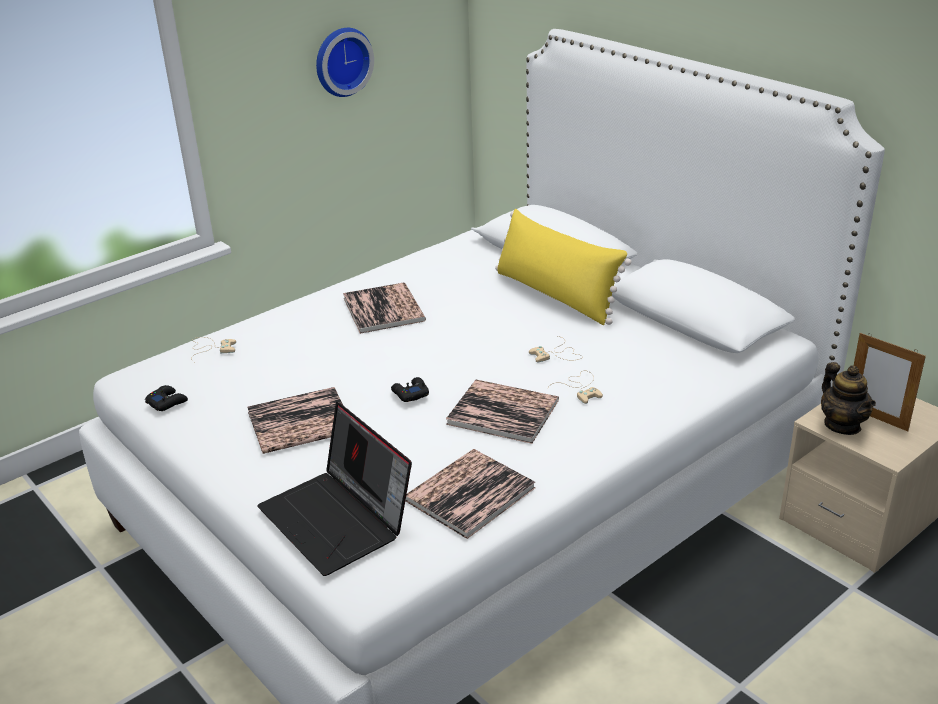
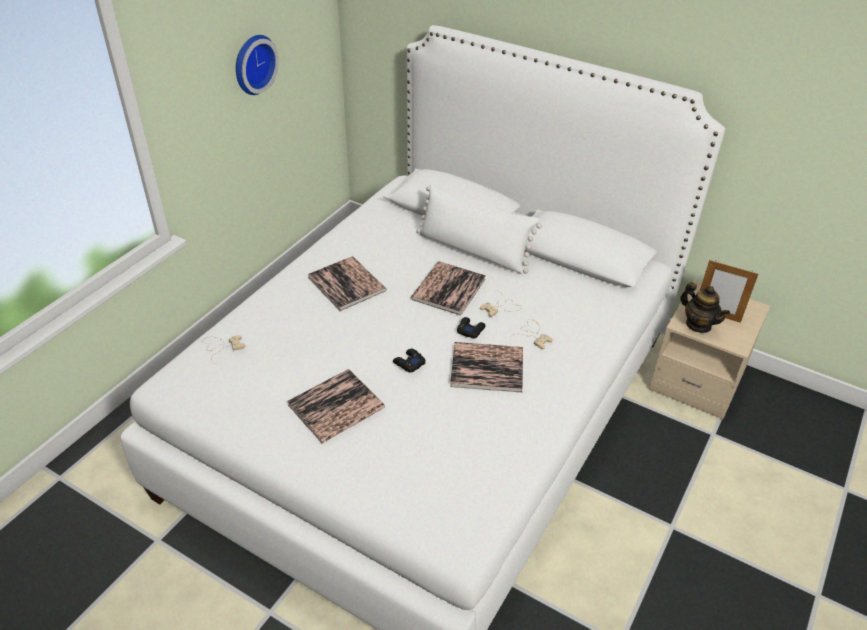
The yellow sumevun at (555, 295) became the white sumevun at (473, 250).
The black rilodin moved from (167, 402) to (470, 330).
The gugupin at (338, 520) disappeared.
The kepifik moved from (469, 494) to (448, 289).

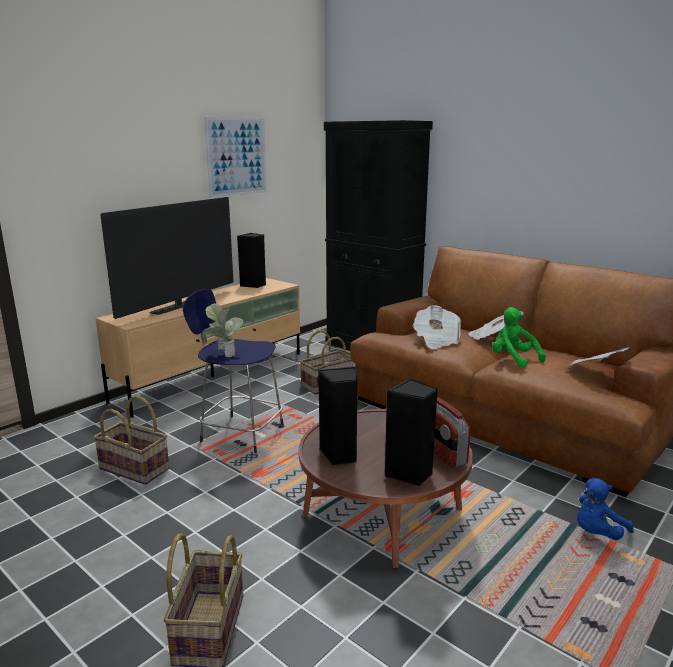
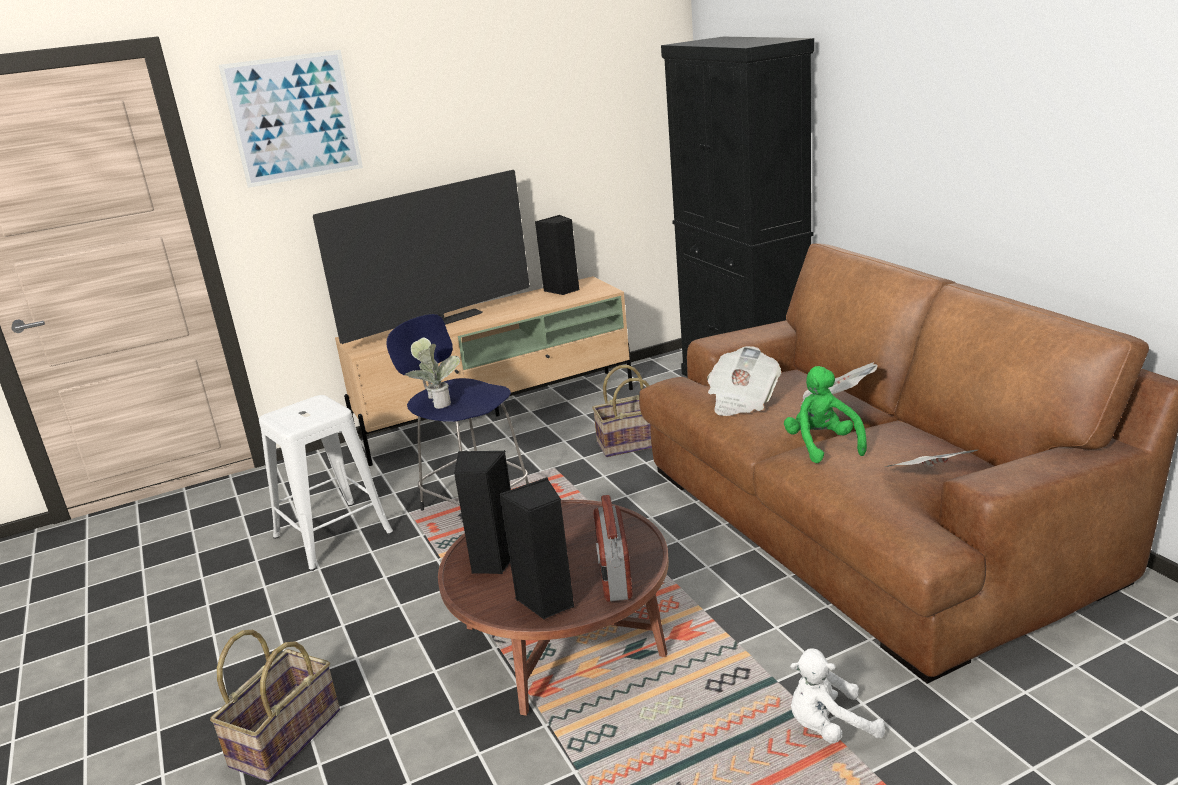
The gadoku moved from (237, 156) to (293, 118).
The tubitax at (135, 468) was replaced by the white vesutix at (333, 535).
The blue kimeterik at (597, 533) became the white kimeterik at (829, 727).

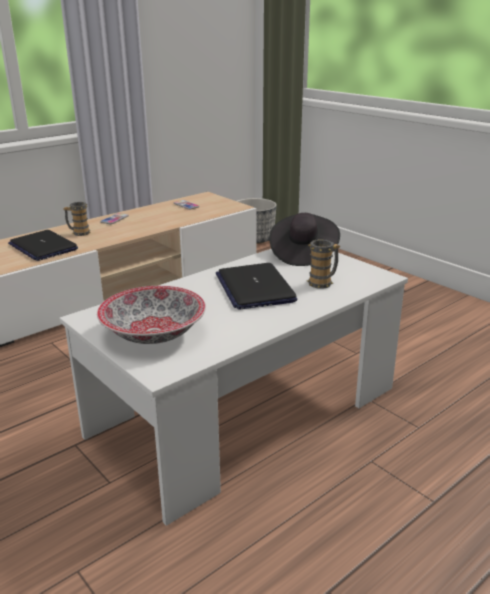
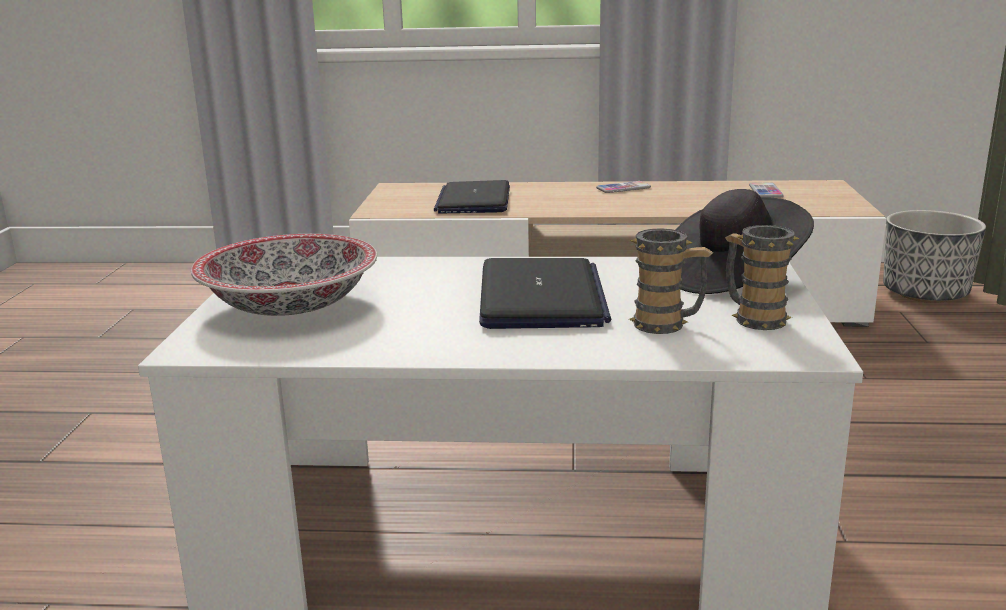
The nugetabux moved from (78, 233) to (753, 318).
The gugupin at (254, 287) turned 150 degrees clockwise.

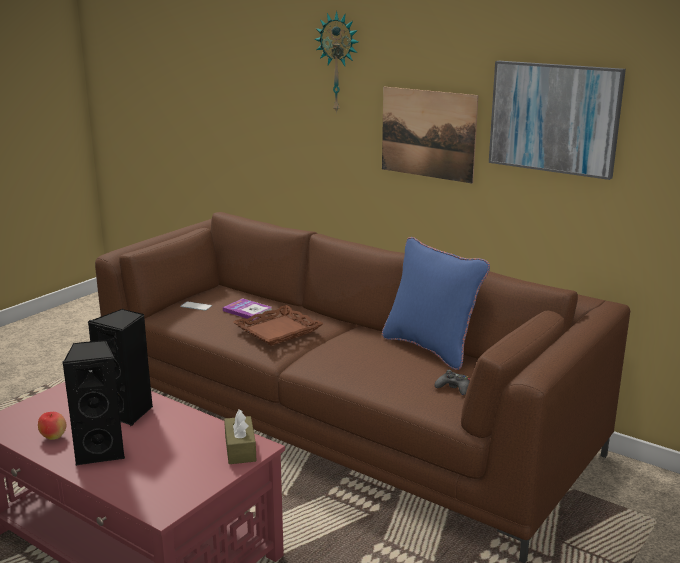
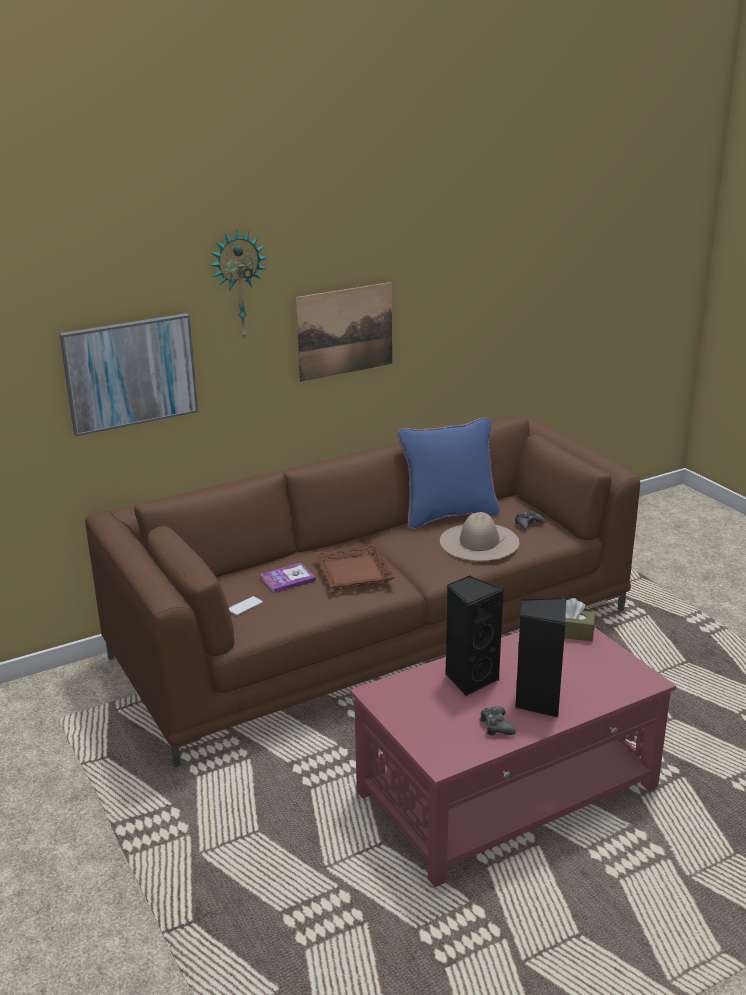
The gadoku moved from (554, 118) to (130, 373).
The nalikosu at (54, 437) was replaced by the black rilodin at (496, 726).
The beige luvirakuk at (479, 541) appeared.

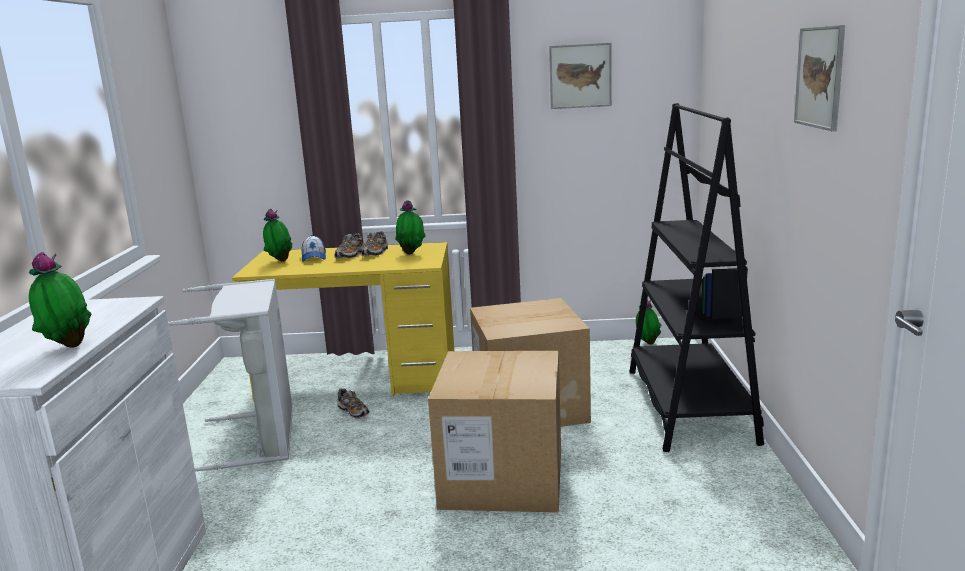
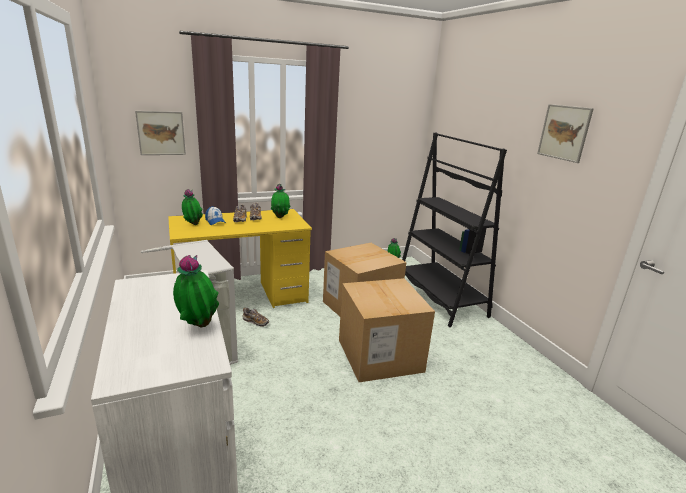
The gadoku moved from (580, 76) to (161, 133).

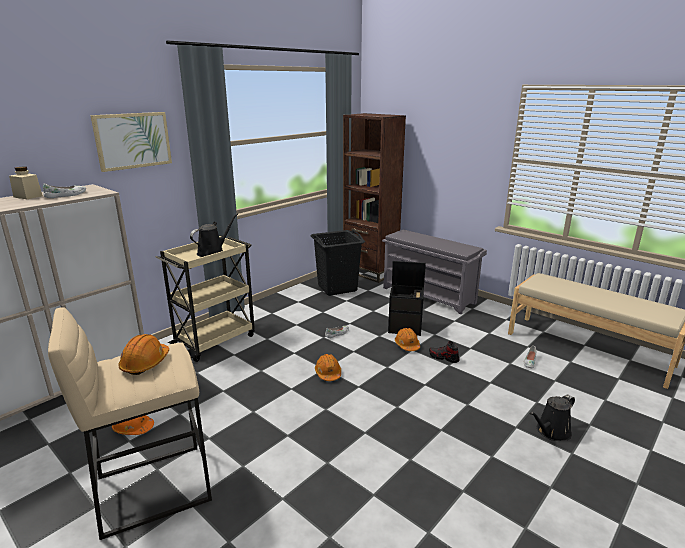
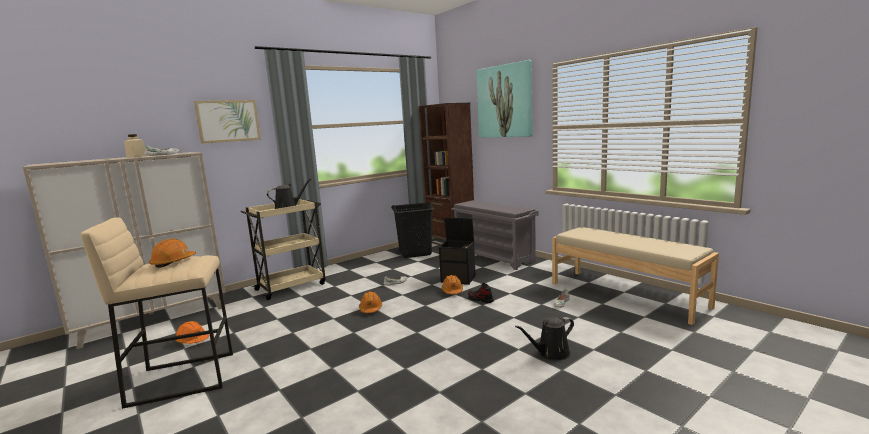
The gadoku at (505, 101) appeared.

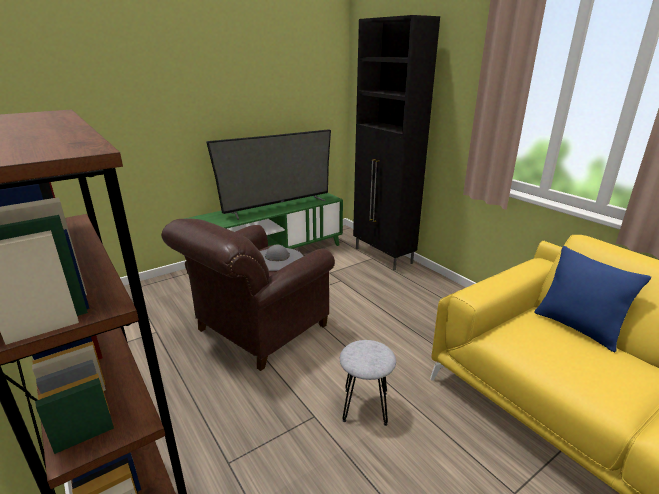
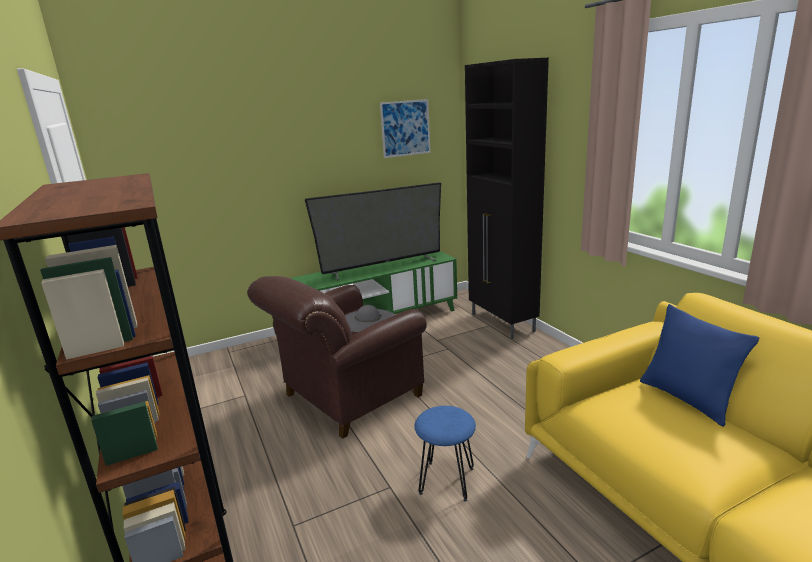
The grey vesutix at (364, 406) became the blue vesutix at (446, 480).
The gadoku at (405, 128) appeared.

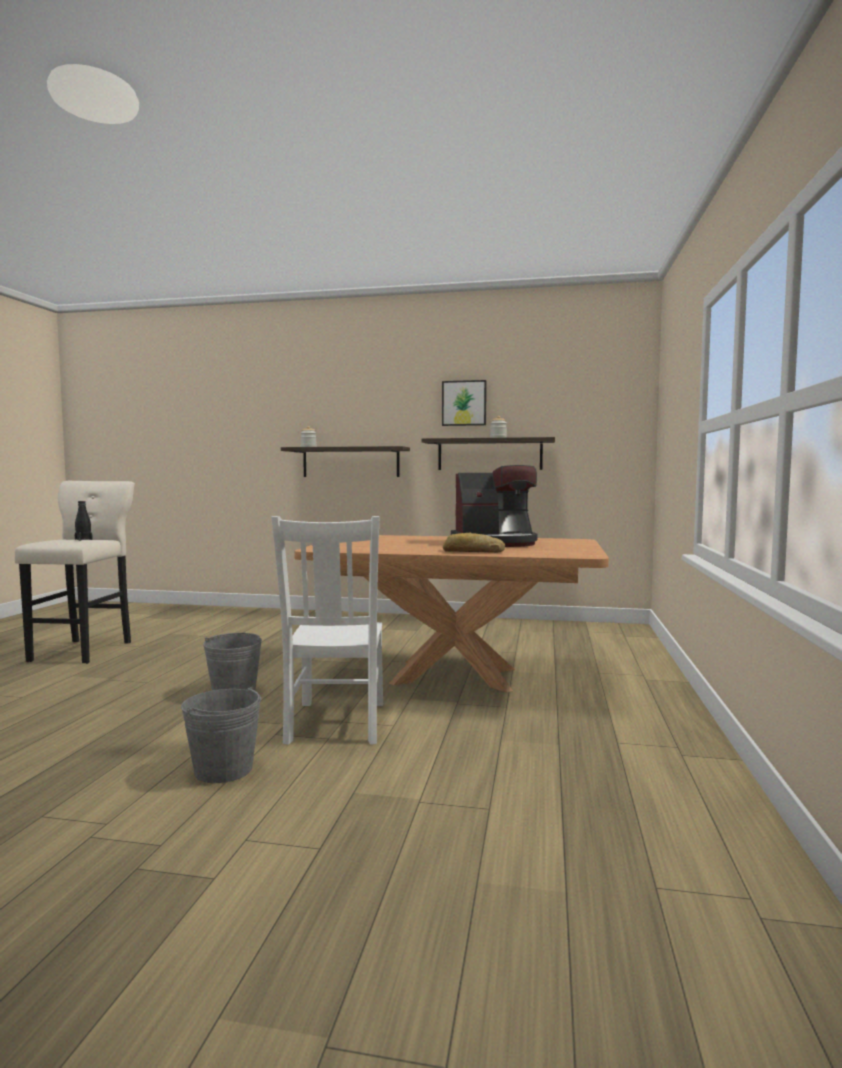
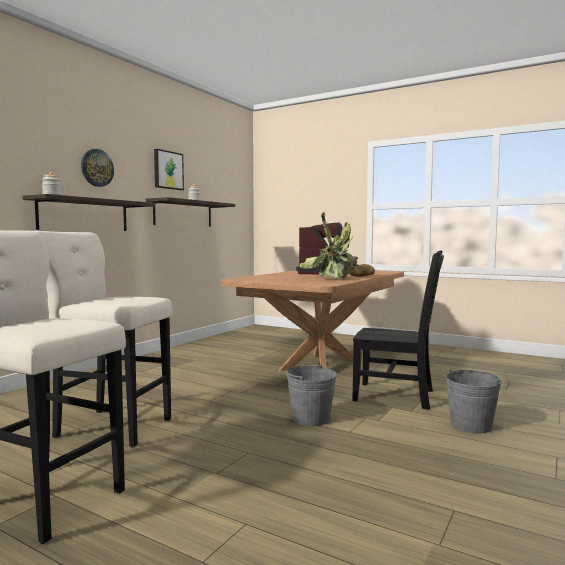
The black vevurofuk at (83, 539) disappeared.
The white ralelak at (335, 724) became the black ralelak at (397, 396).
The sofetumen at (97, 168) appeared.
The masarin at (331, 278) appeared.
The beige vesutix at (109, 427) appeared.

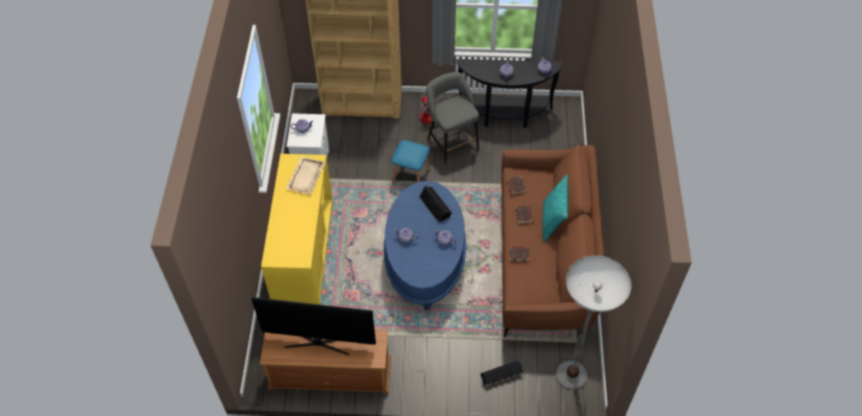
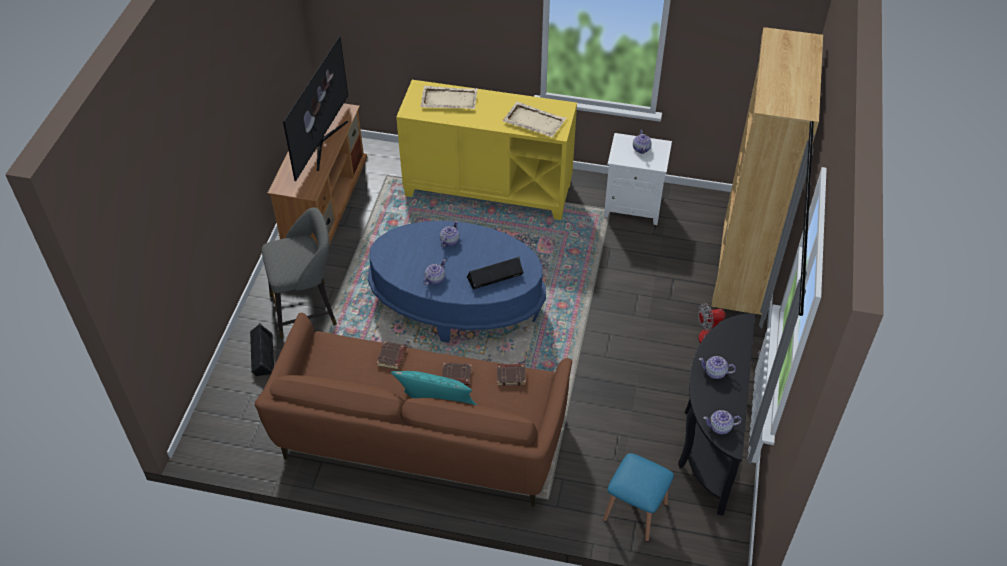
The grey vesutix moved from (451, 142) to (307, 309).
The blue vesutix moved from (411, 176) to (635, 511).
The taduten at (571, 375) disappeared.
The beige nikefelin at (448, 99) appeared.

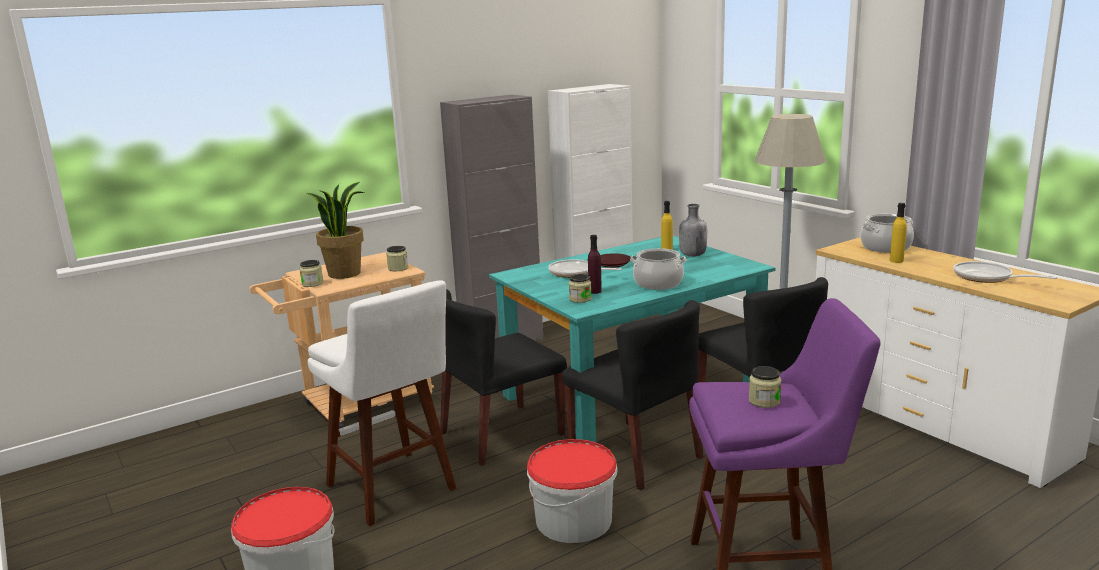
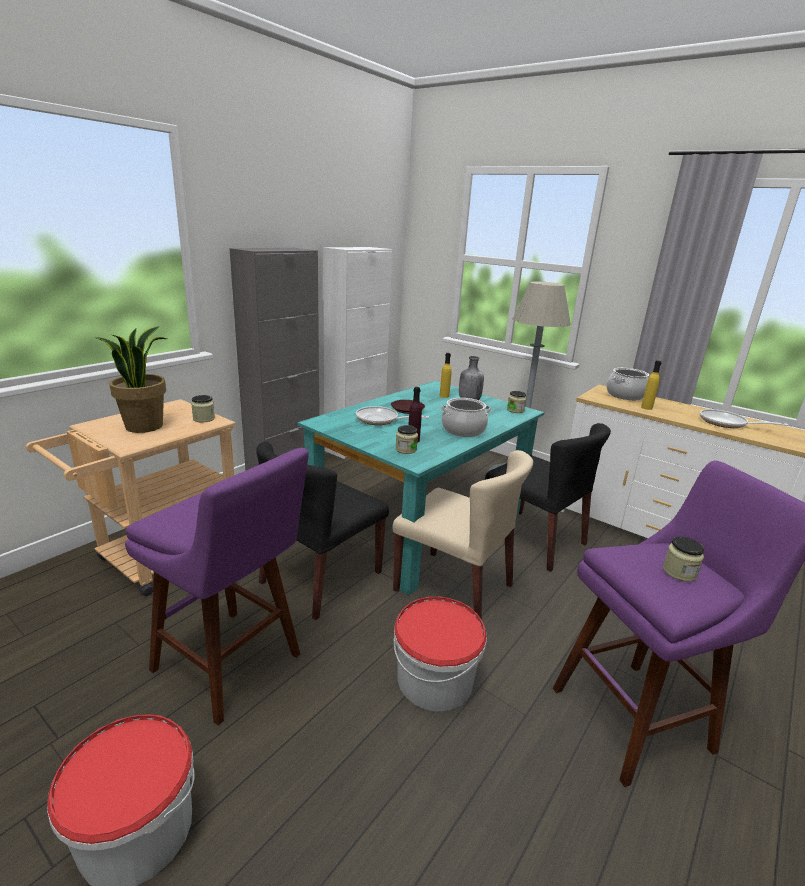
The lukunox moved from (312, 284) to (515, 410).
The white vesutix at (394, 490) became the purple vesutix at (233, 666).
The black ralelak at (636, 454) became the beige ralelak at (454, 588).

